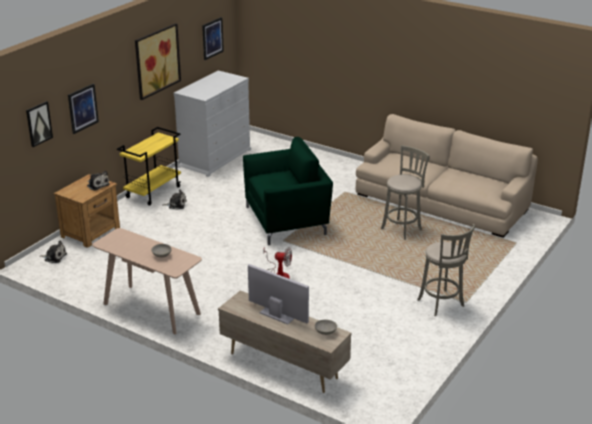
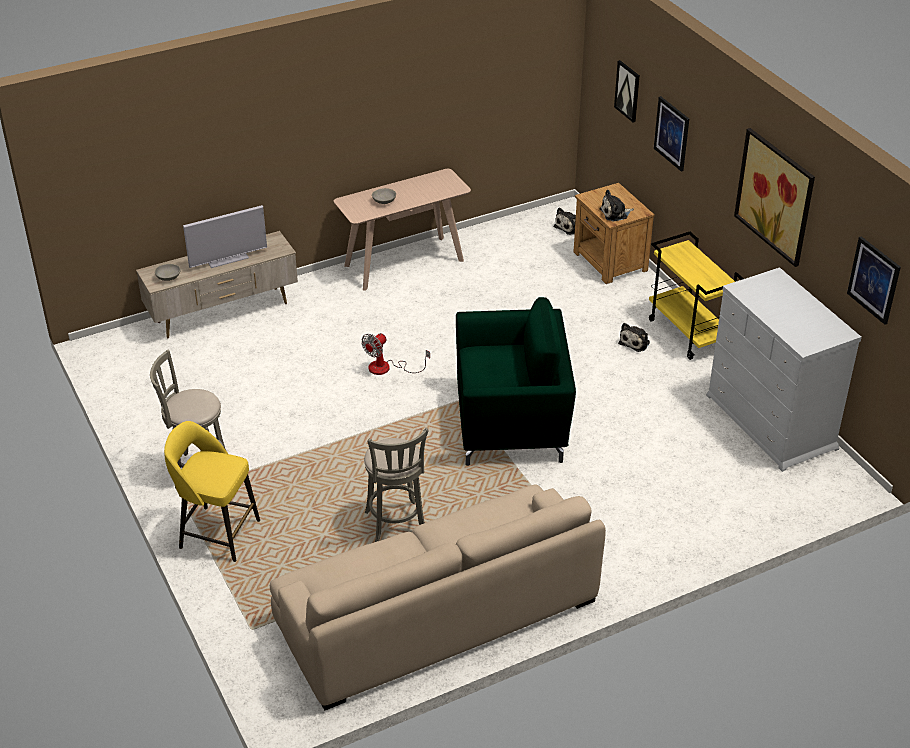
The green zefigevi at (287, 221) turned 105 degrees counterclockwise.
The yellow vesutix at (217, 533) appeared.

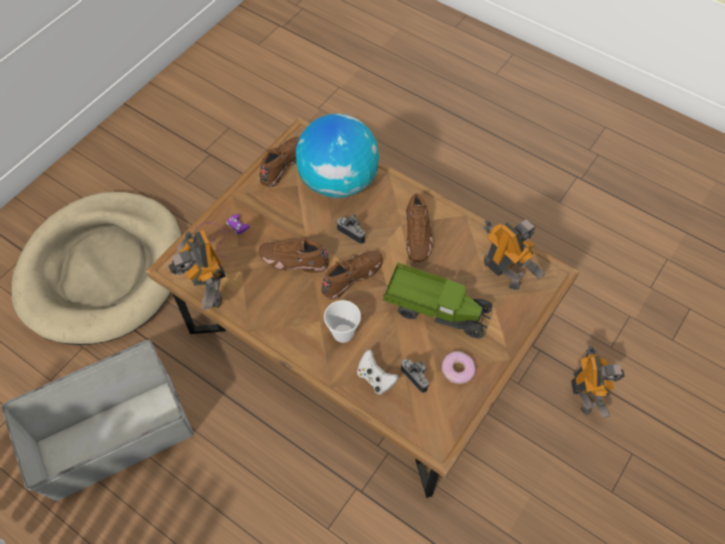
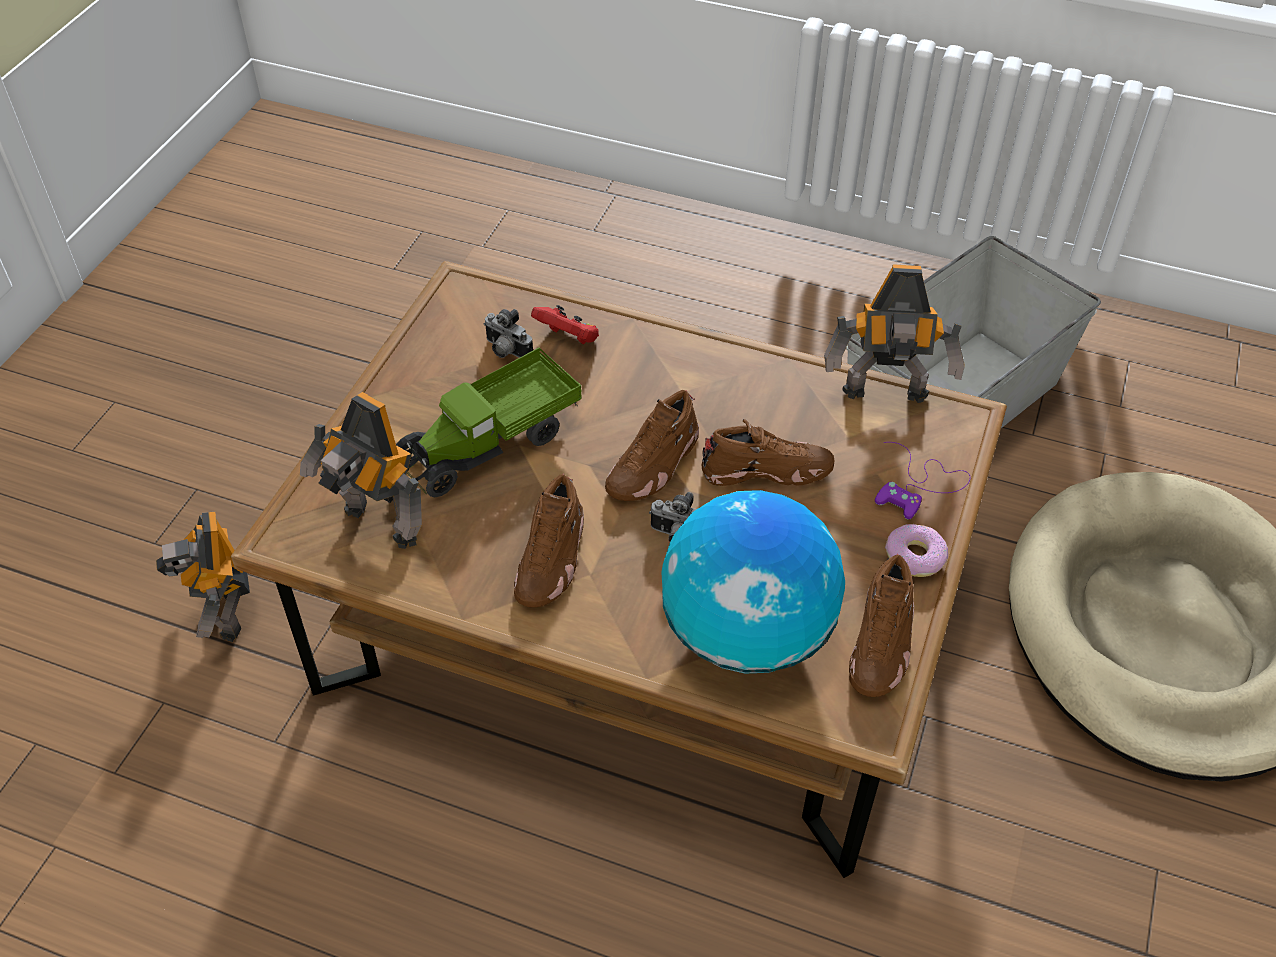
The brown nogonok at (417, 235) turned 150 degrees counterclockwise.
The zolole at (207, 289) turned 135 degrees clockwise.
The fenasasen at (436, 309) turned 45 degrees counterclockwise.
The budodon at (343, 333) disappeared.
The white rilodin at (375, 378) became the red rilodin at (568, 338).
The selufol moved from (457, 370) to (915, 556).

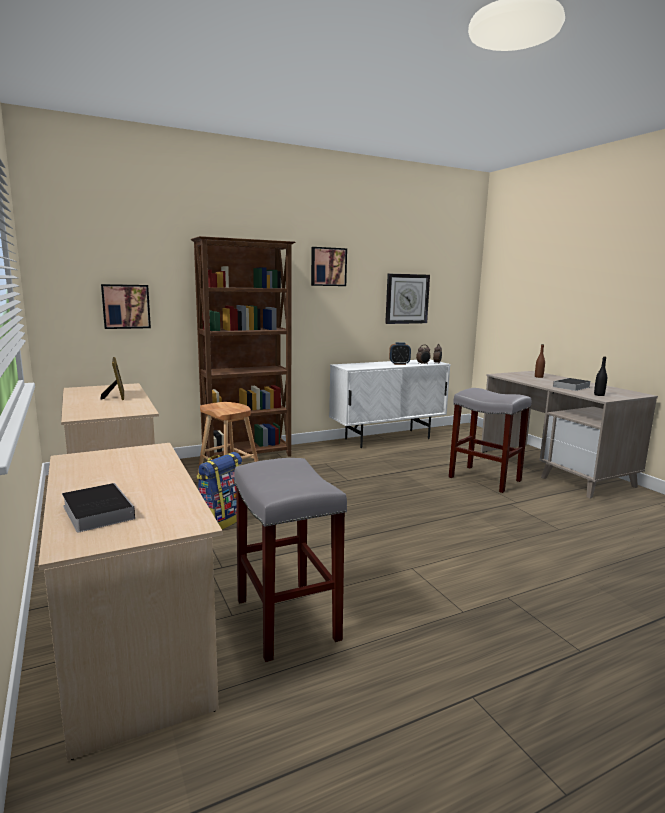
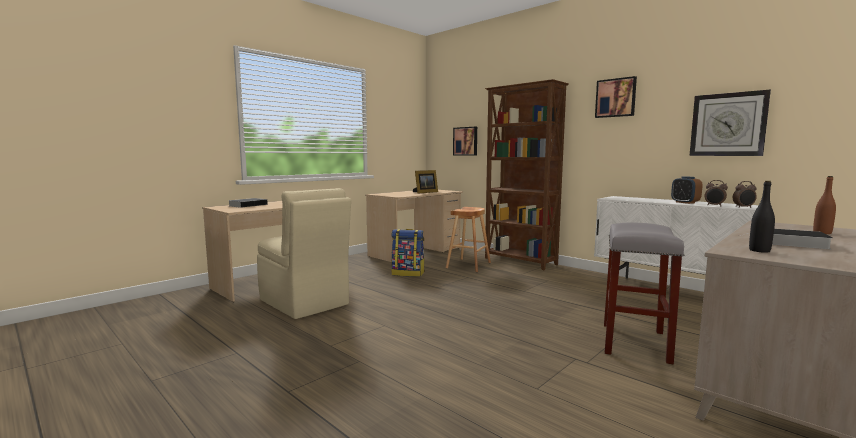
The grey vesutix at (288, 620) was replaced by the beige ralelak at (304, 303).

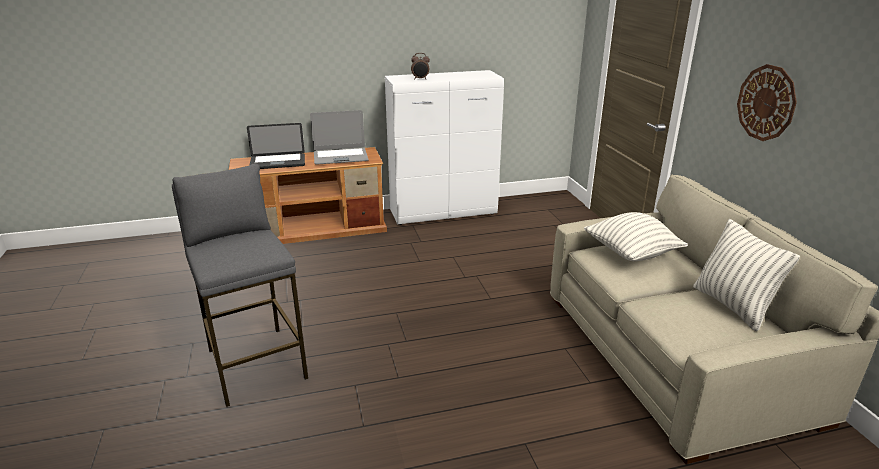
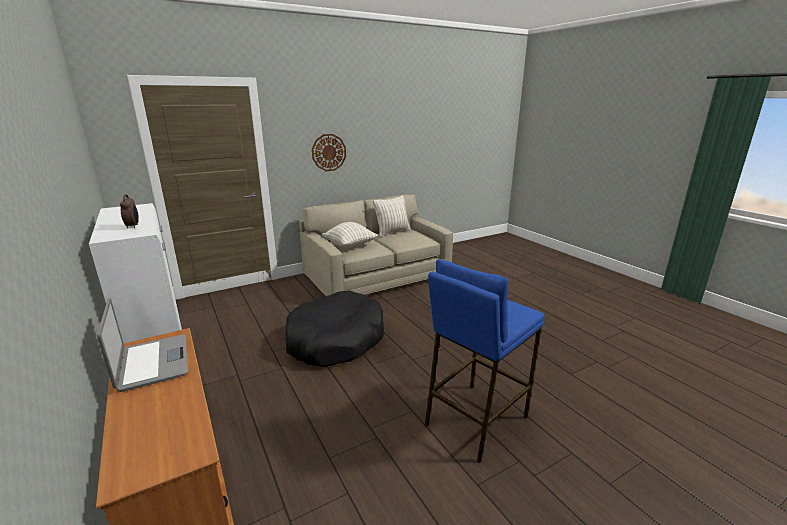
The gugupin at (278, 162) disappeared.
The grey vesutix at (256, 364) became the blue vesutix at (475, 420).
The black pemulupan at (335, 340) appeared.

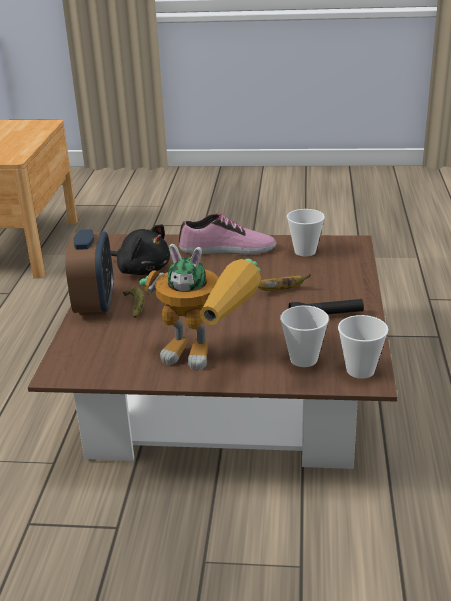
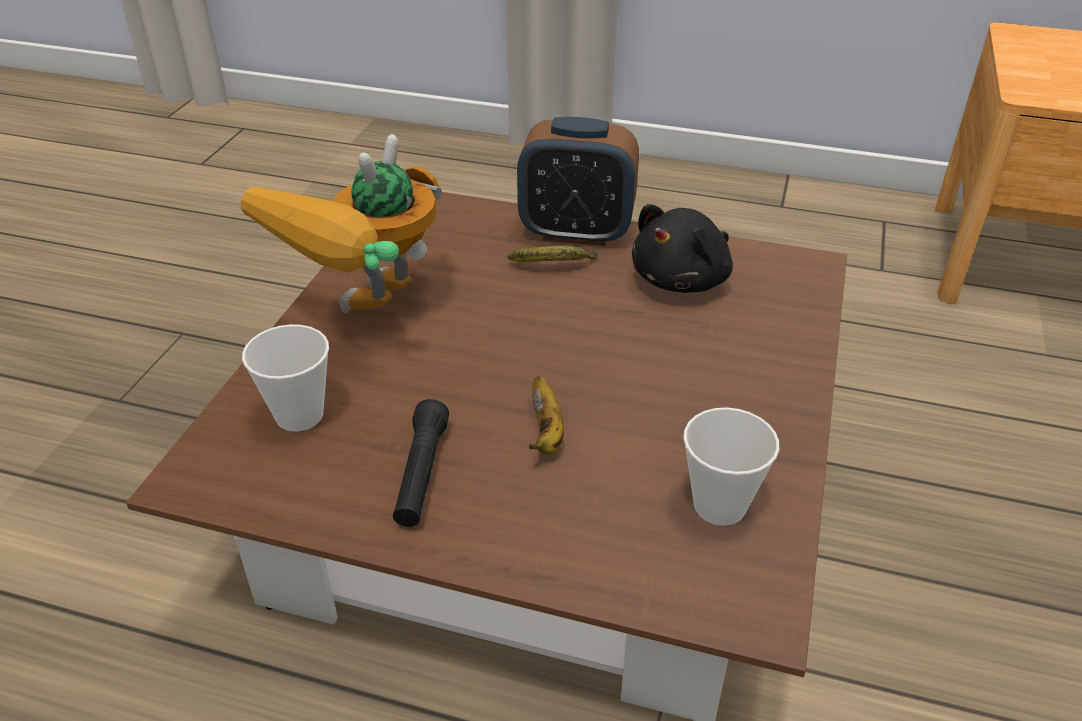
The nogonok at (227, 249) disappeared.
The budodon at (360, 370) disappeared.

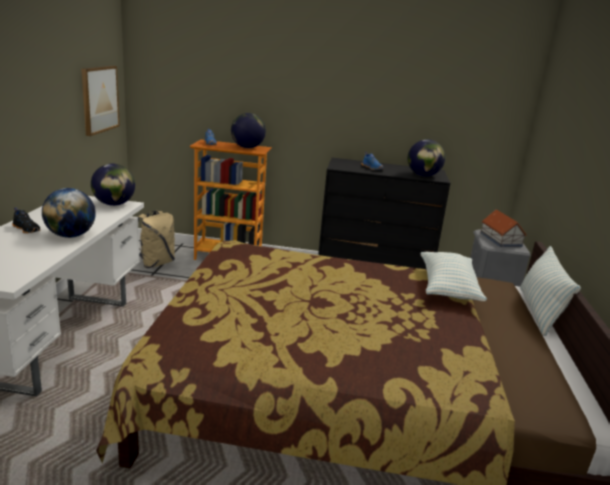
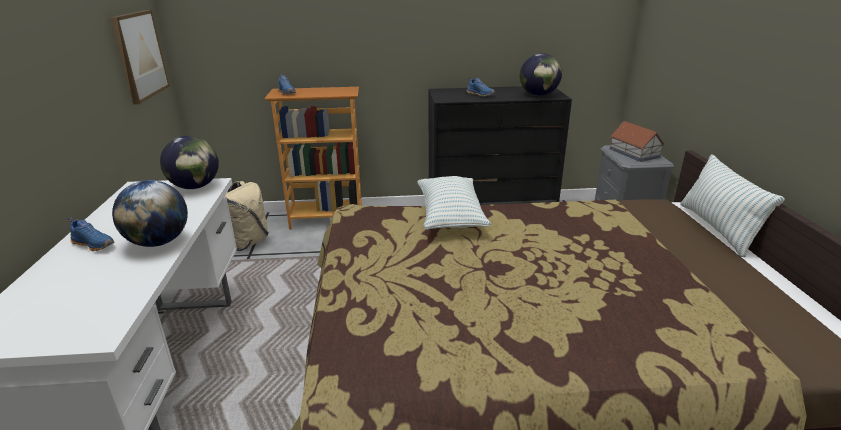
The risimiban at (247, 147) disappeared.
The black nogonok at (27, 229) became the blue nogonok at (94, 244).
The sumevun moved from (447, 287) to (450, 216).

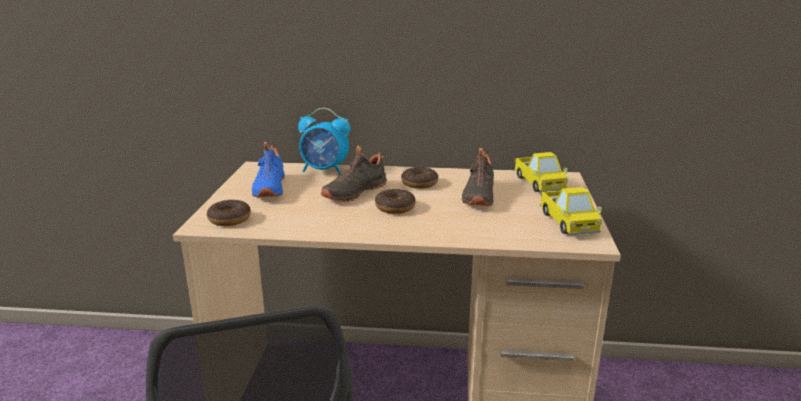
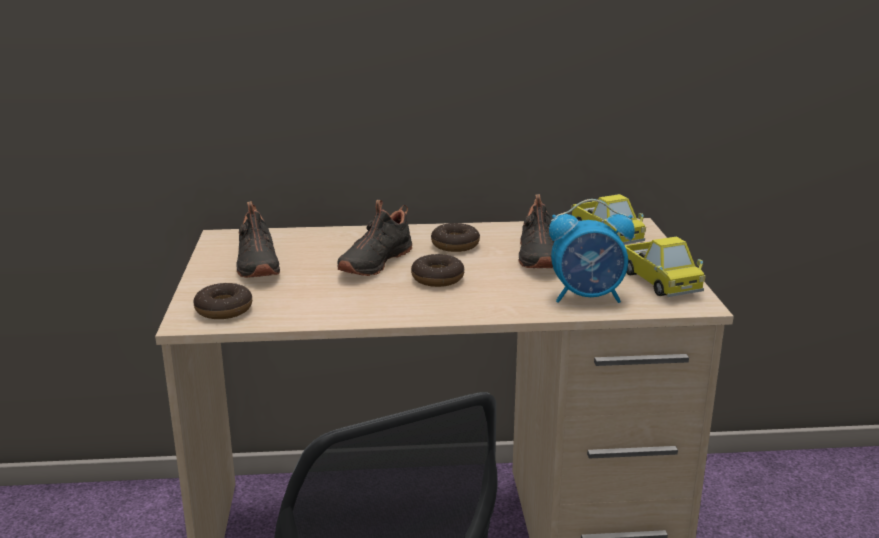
The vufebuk moved from (325, 170) to (588, 297).
The blue nogonok at (268, 188) became the black nogonok at (255, 264).

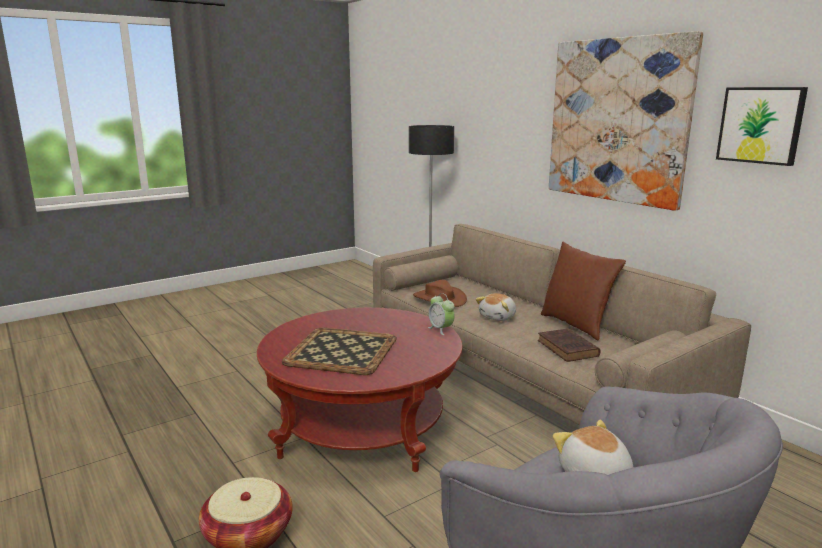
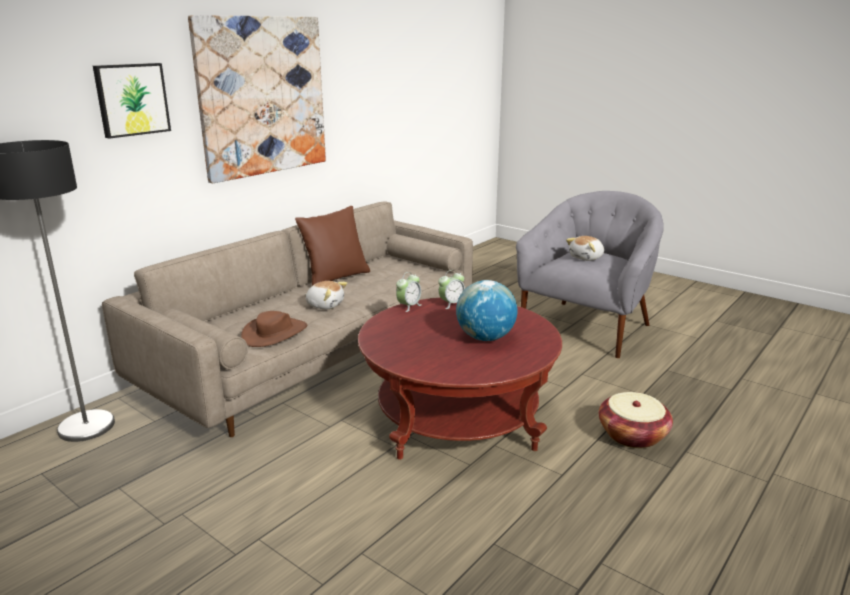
The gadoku moved from (761, 125) to (132, 99).
The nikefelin at (343, 351) was replaced by the risimiban at (485, 338).
The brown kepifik at (568, 349) disappeared.
The vufebuk at (451, 304) appeared.

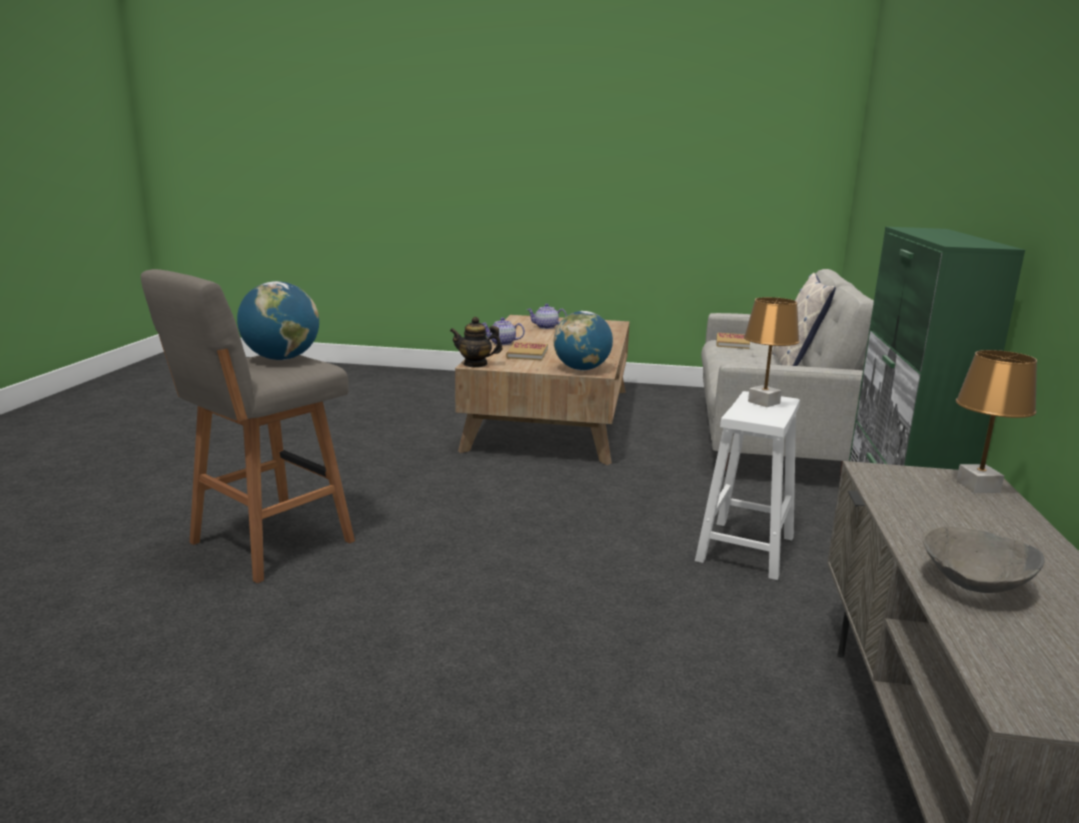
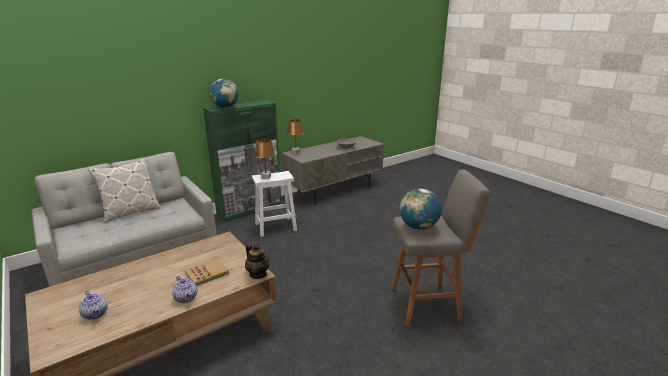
The risimiban moved from (582, 369) to (225, 107).
The kepifik at (732, 343) disappeared.

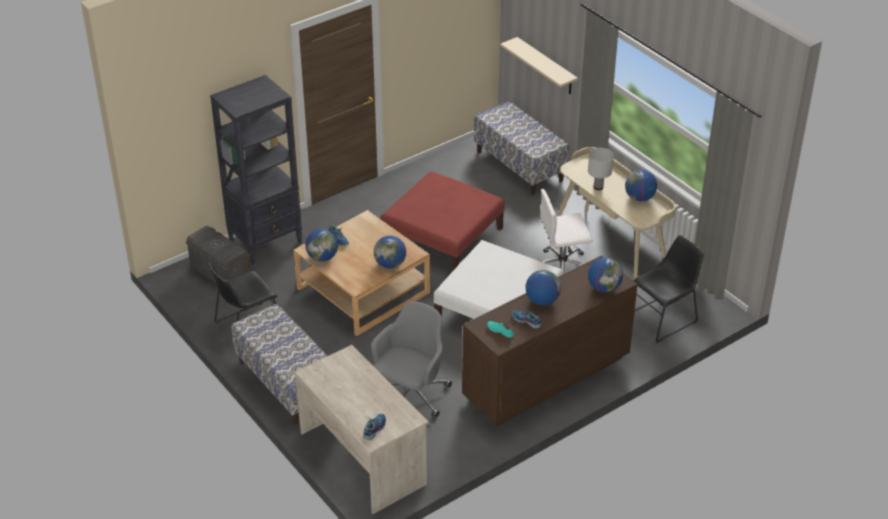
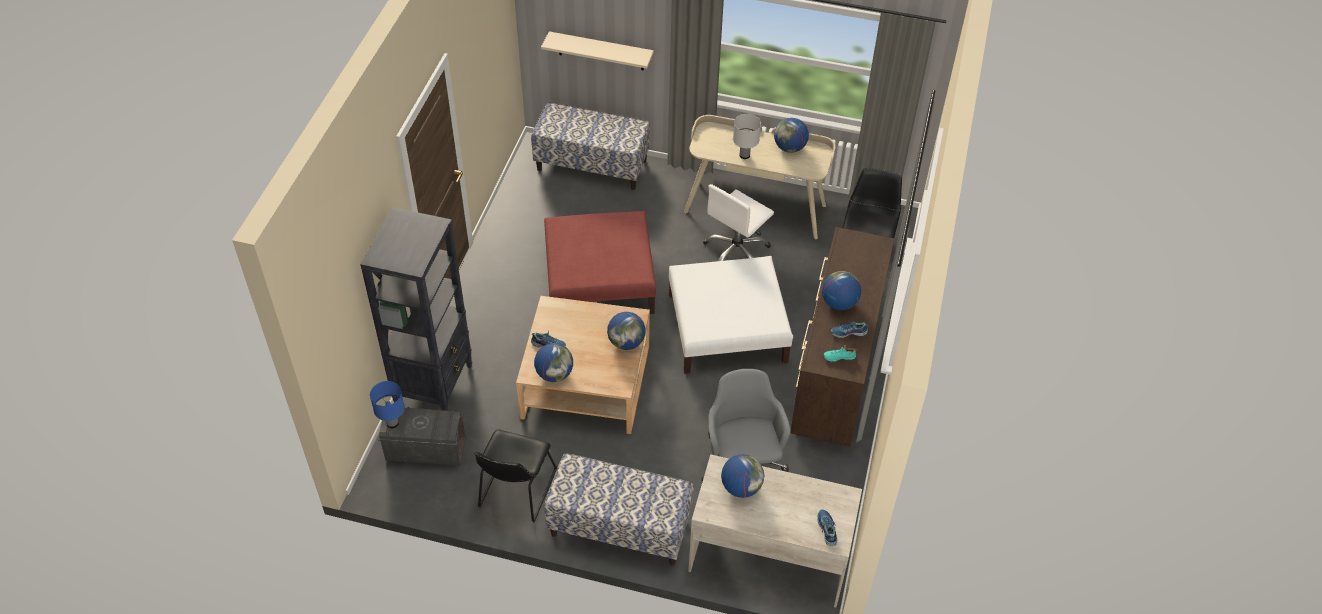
The risimiban moved from (604, 288) to (741, 487).
The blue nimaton at (392, 423) appeared.

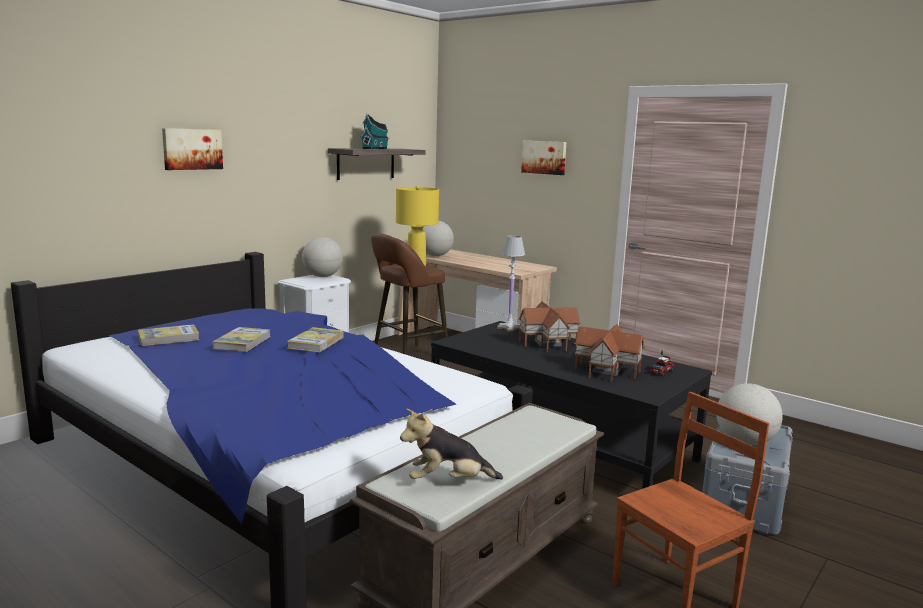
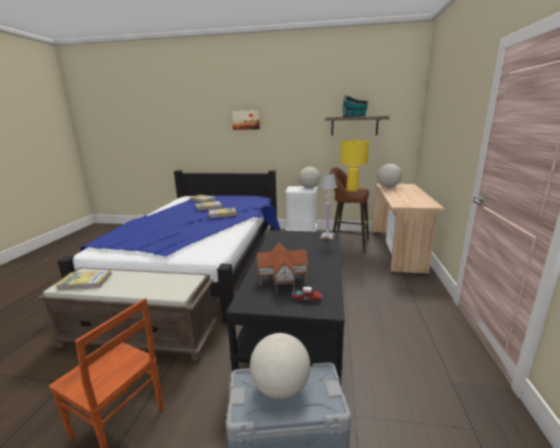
The gadoku at (544, 157) disappeared.
The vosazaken at (548, 343) disappeared.
The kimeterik at (448, 481) was replaced by the kepifik at (85, 282).

